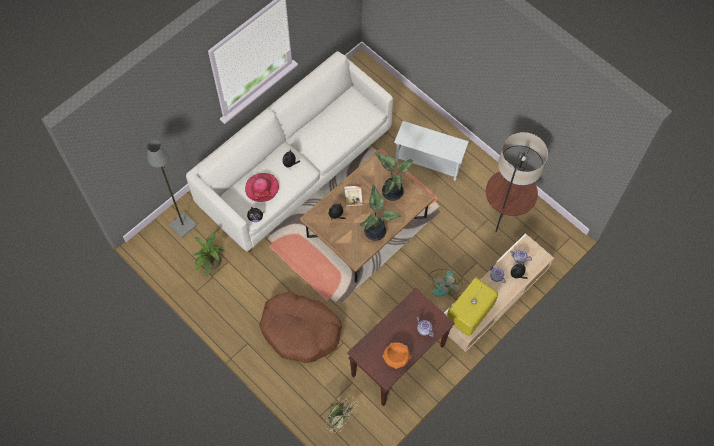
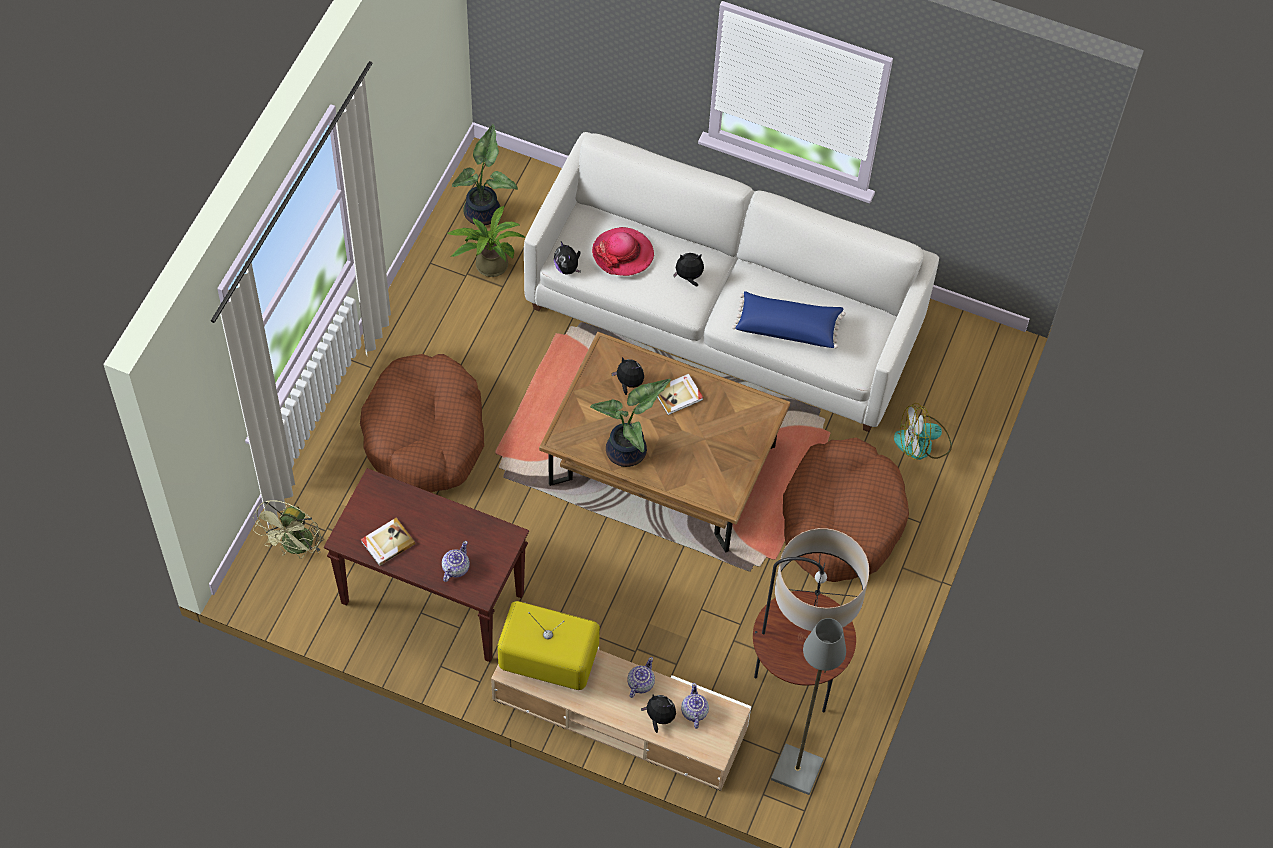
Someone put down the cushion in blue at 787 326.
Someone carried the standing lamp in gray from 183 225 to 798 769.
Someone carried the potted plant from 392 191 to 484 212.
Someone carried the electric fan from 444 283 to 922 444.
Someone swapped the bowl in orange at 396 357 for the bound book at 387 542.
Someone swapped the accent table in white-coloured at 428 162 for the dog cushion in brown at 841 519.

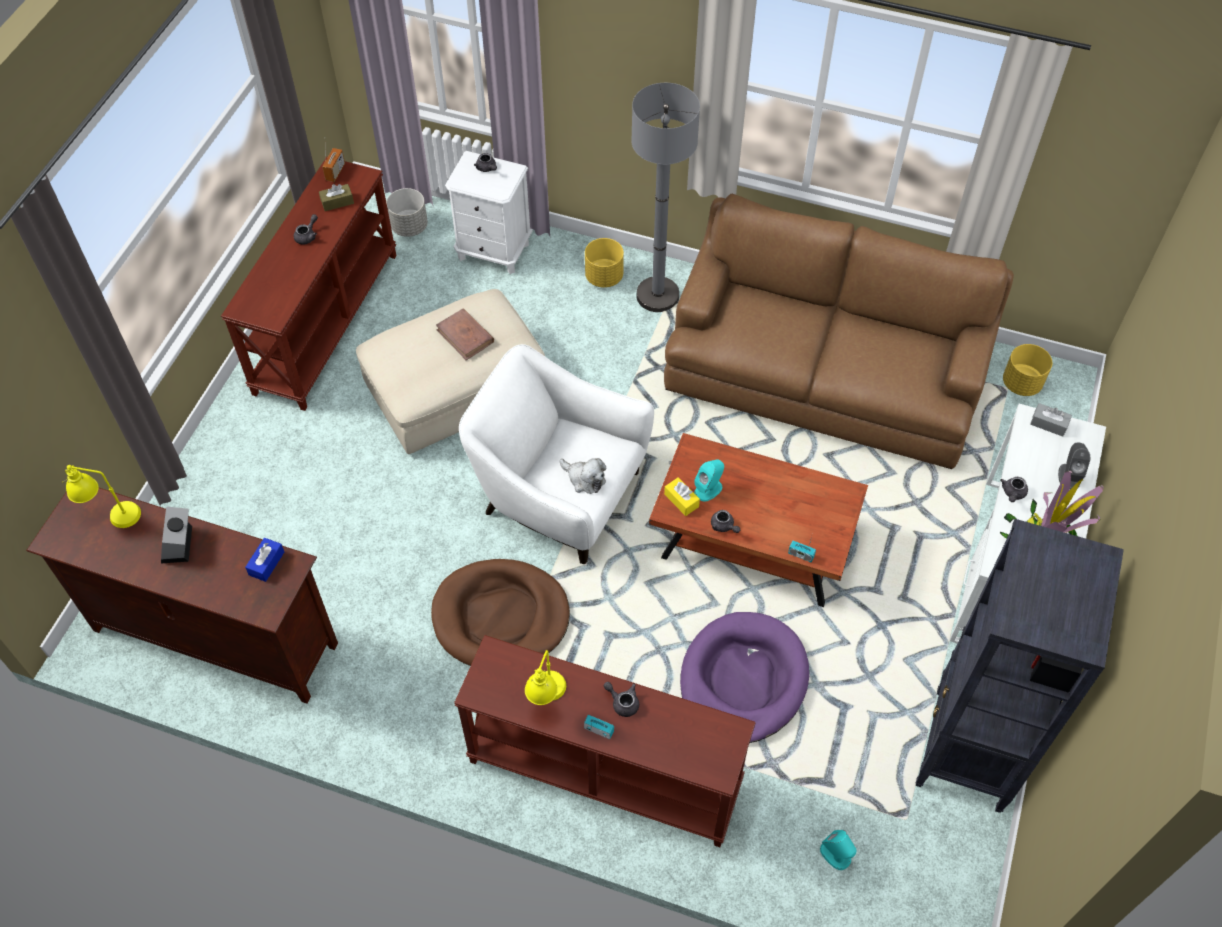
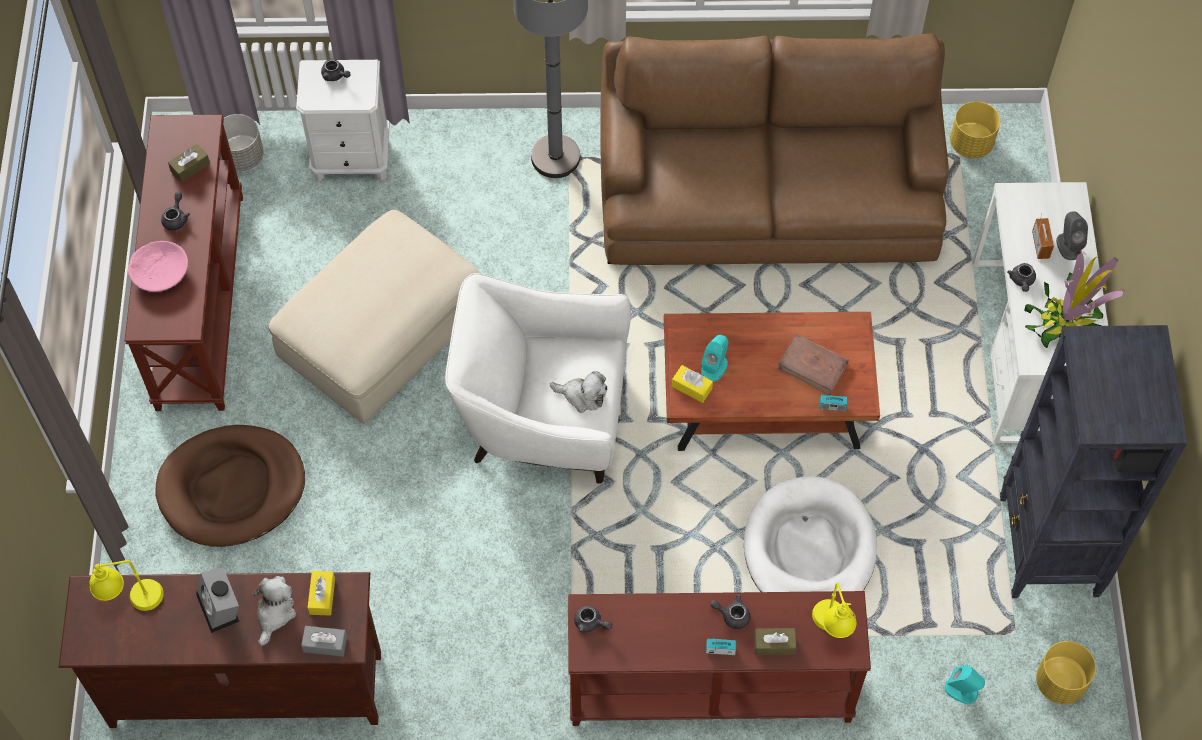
Someone put down the bowl in pink-coloured at 161 274.
Someone put down the cuddly toy at 274 613.
Someone put down the tissue holder in brown at 774 644.
Someone carried the radio set from 335 172 to 1040 245.
Someone carried the dog cushion in brown from 500 617 to 232 488.
Someone carried the bound book in brown from 465 336 to 813 366.
Someone carried the tabletop lamp in yellow-coloured from 547 699 to 832 628.
Someone carried the planter in yellow-coloured from 603 277 to 1059 682.
Someone carried the tea pot in gray from 724 526 to 591 623.
Someone carried the tissue holder in gray from 1048 424 to 325 644.
Someone repainted the tissue holder in blue at 266 563, which became the tissue holder in yellow-coloured at 322 596.
Someone repainted the dog cushion in purple-coloured at 743 680, which became the dog cushion in white-coloured at 809 550.

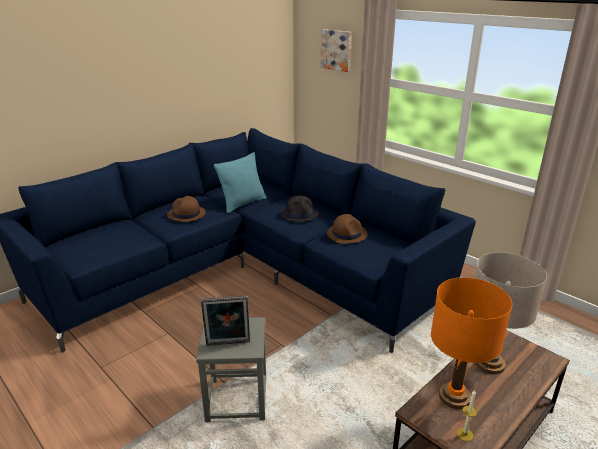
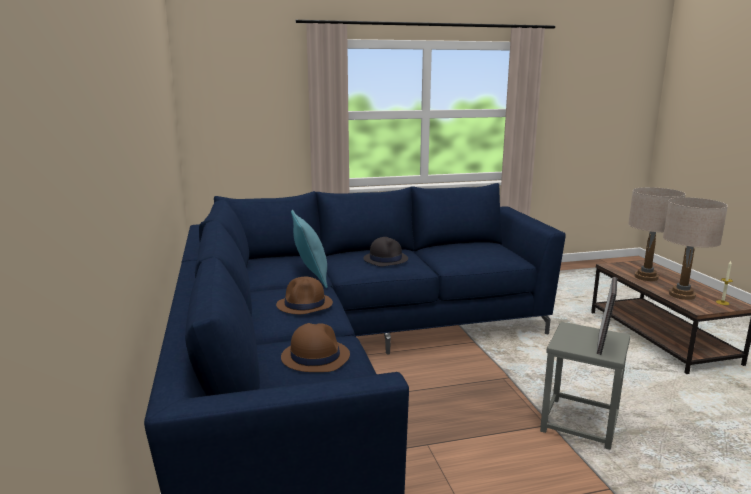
Someone took away the wall picture at 337 50.
Someone carried the hat in brown from 347 234 to 315 356.
Someone repainted the tabletop lamp in orange at 454 397, which became the tabletop lamp in beige at 682 295.

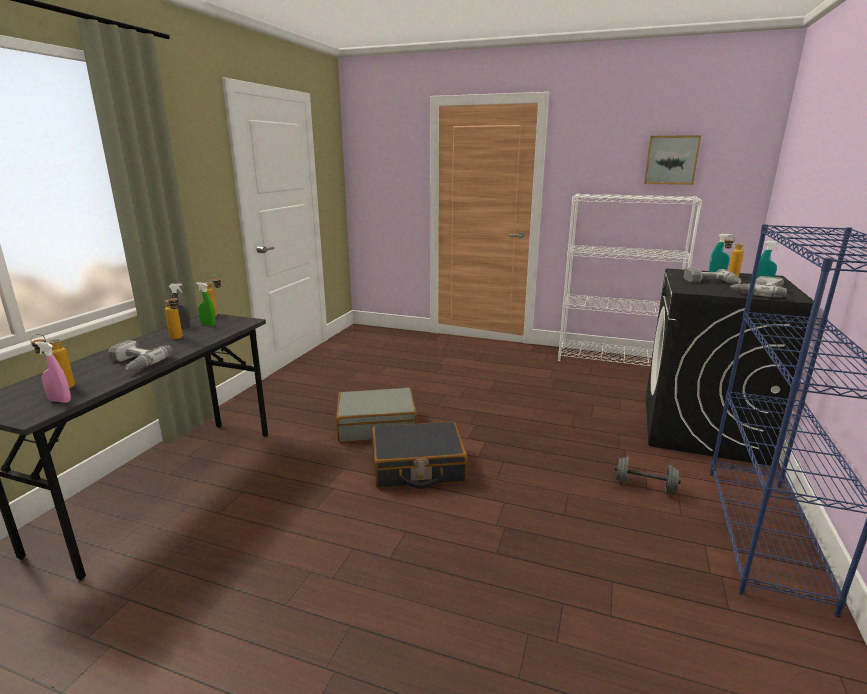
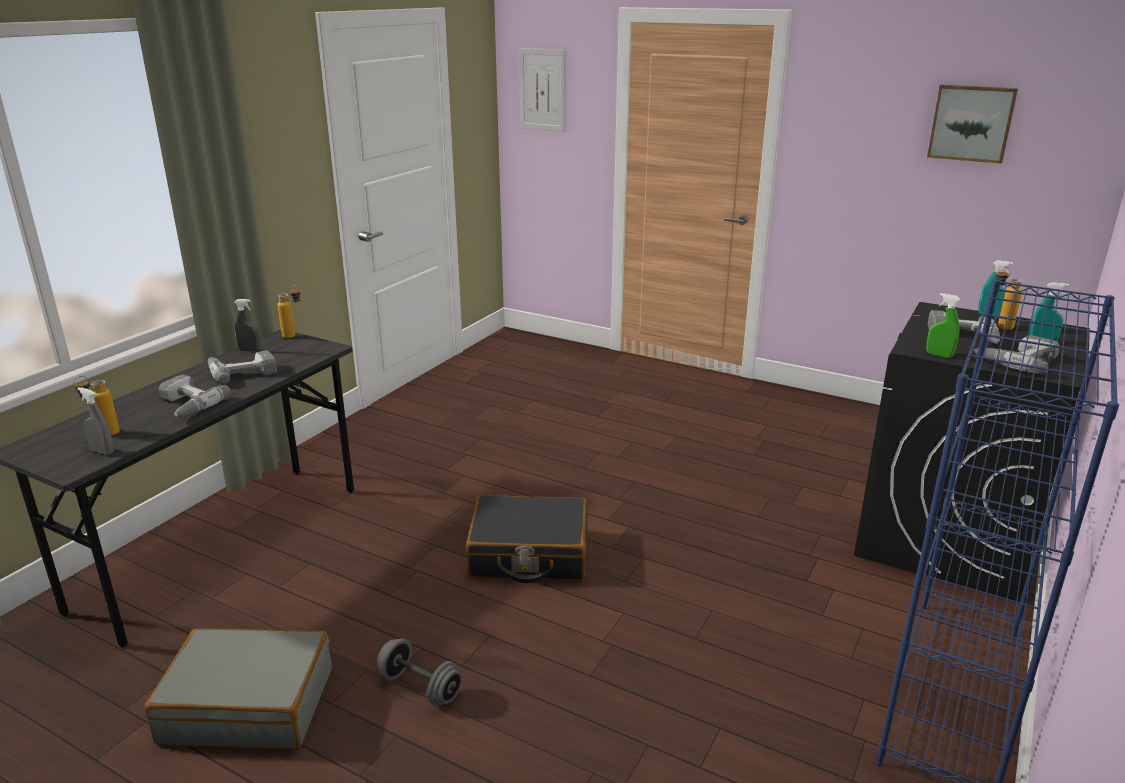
Someone took away the shelving unit in white-coloured at 614 360.
Someone put up the wall picture at 542 90.
Someone carried the hand sprayer in green-coloured from 208 325 to 939 355.
Someone carried the suitcase in gray from 377 425 to 249 705.
Someone carried the hand weight in gray from 644 486 to 420 687.
Someone swapped the drink bottle at 178 339 for the power drill at 241 371.
Someone repainted the hand sprayer in pink-coloured at 60 400, which became the hand sprayer in gray at 102 451.

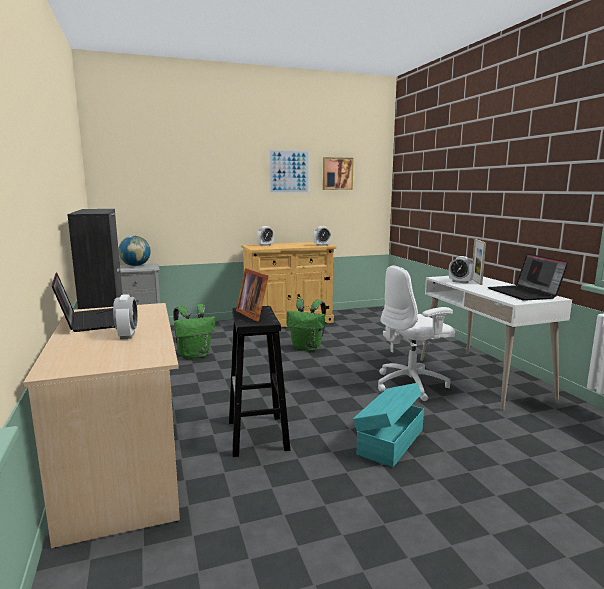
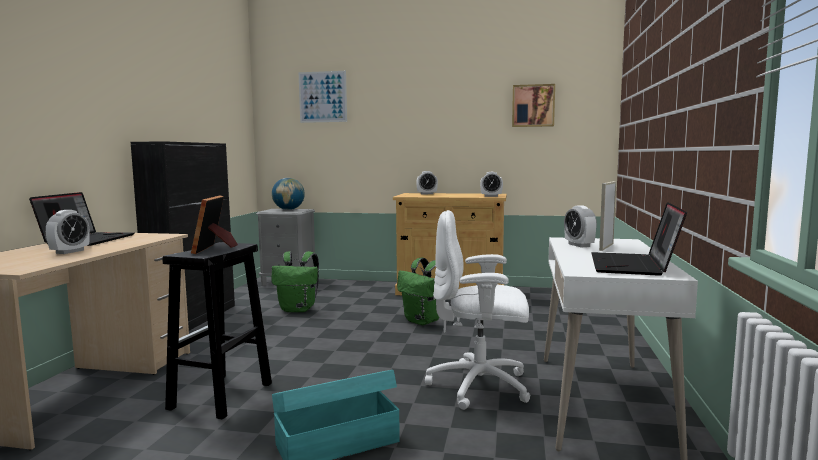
Someone carried the wall picture from 289 171 to 322 97.

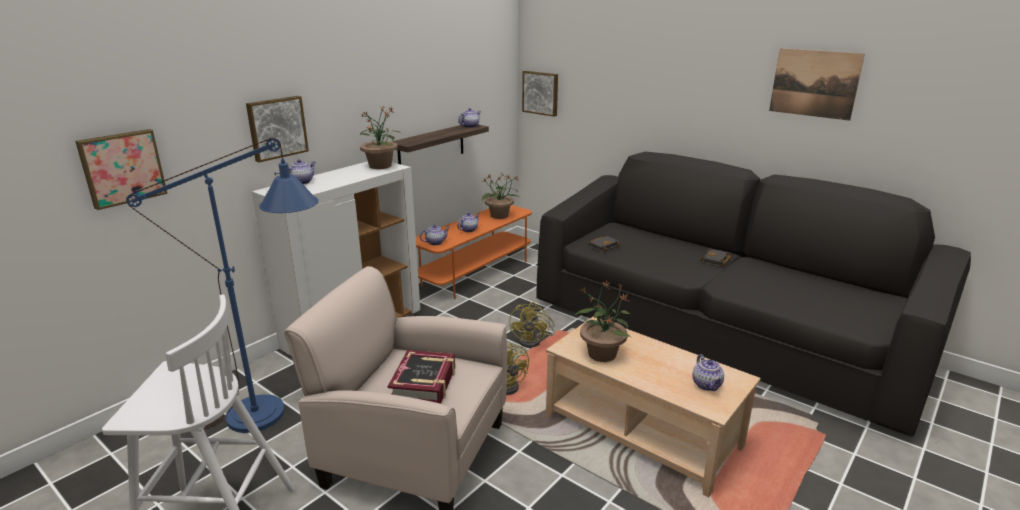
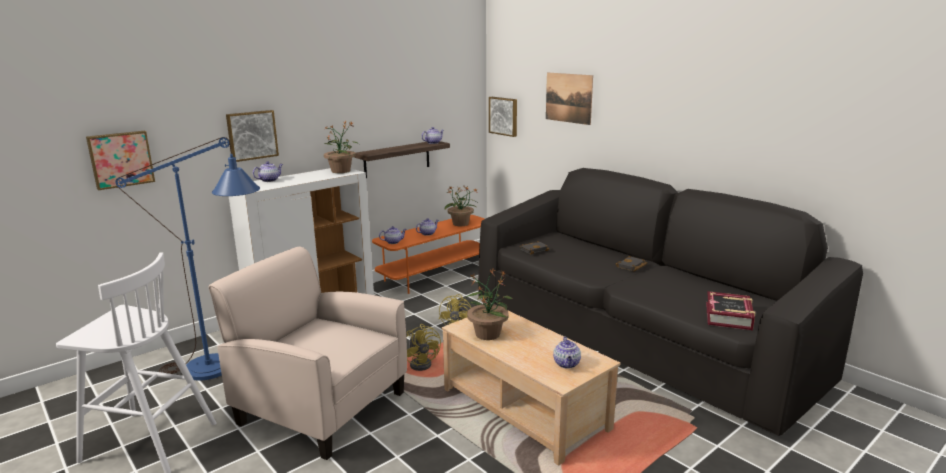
Someone carried the bound book from 424 384 to 729 316.
Someone carried the wall picture from 814 83 to 568 98.

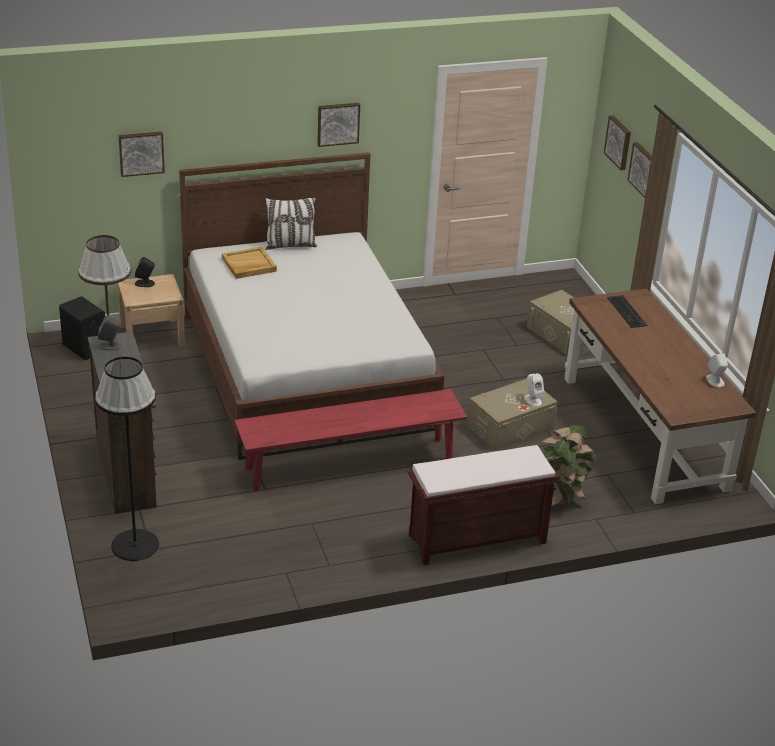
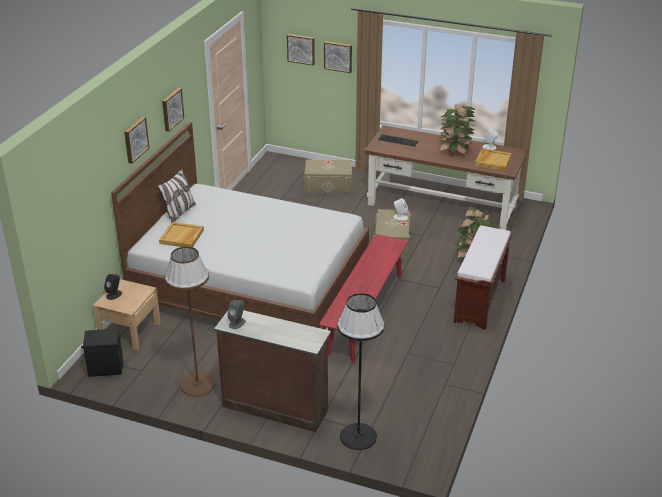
Someone put down the potted plant at 455 154.
Someone put down the tray in beige at 492 161.
Someone carried the wall picture from 141 153 to 135 139.

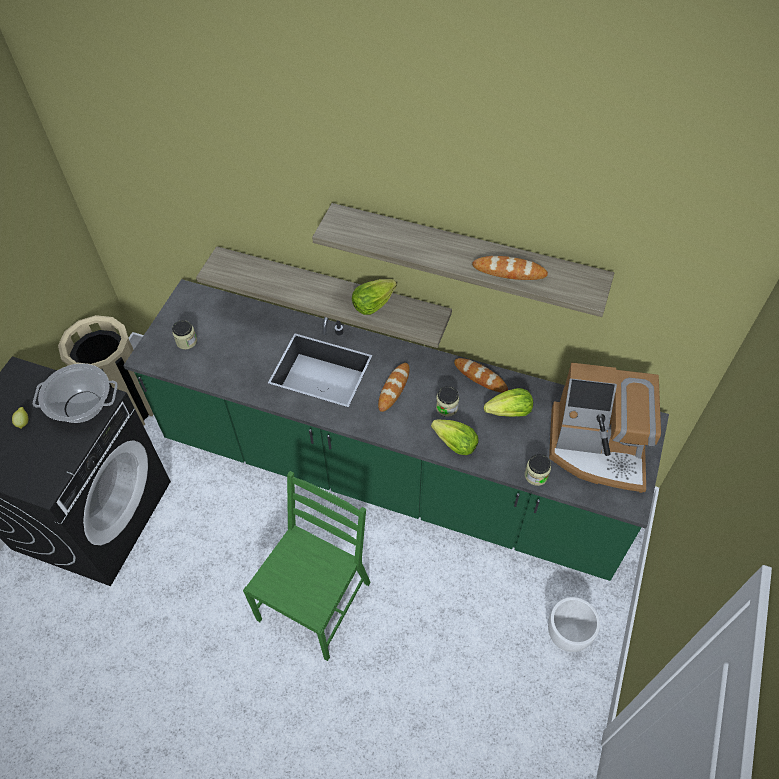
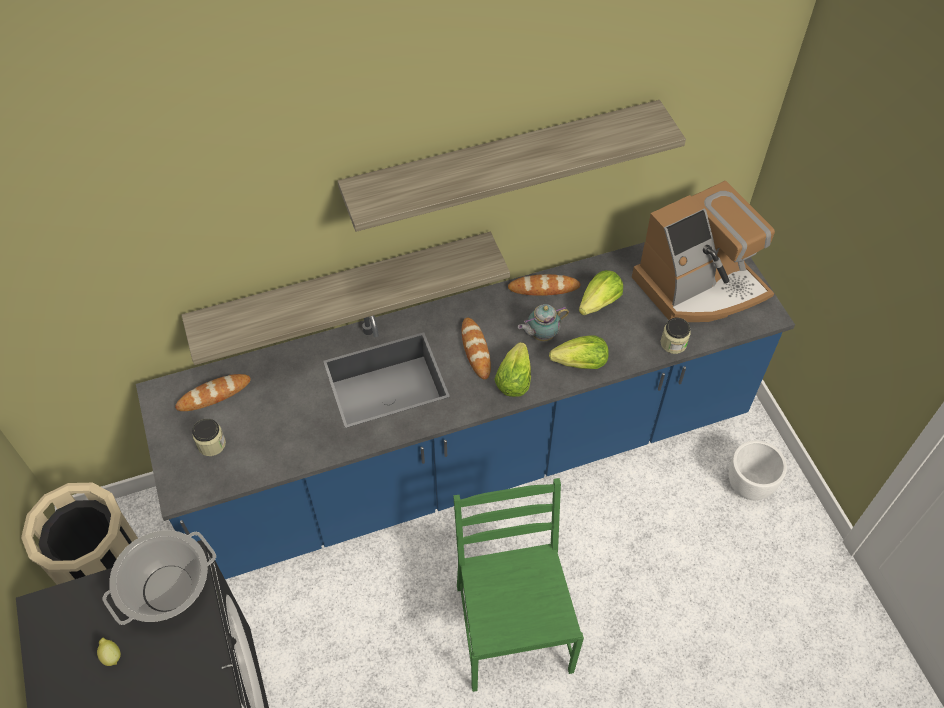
Someone carried the lettuce from 372 304 to 513 380.
Someone carried the bread from 509 271 to 214 394.
Someone swapped the preserve jar at 446 407 for the tea pot at 541 335.
Someone repainted the kitchen base unit in green-coloured at 390 473, which became the kitchen base unit in blue at 472 456.

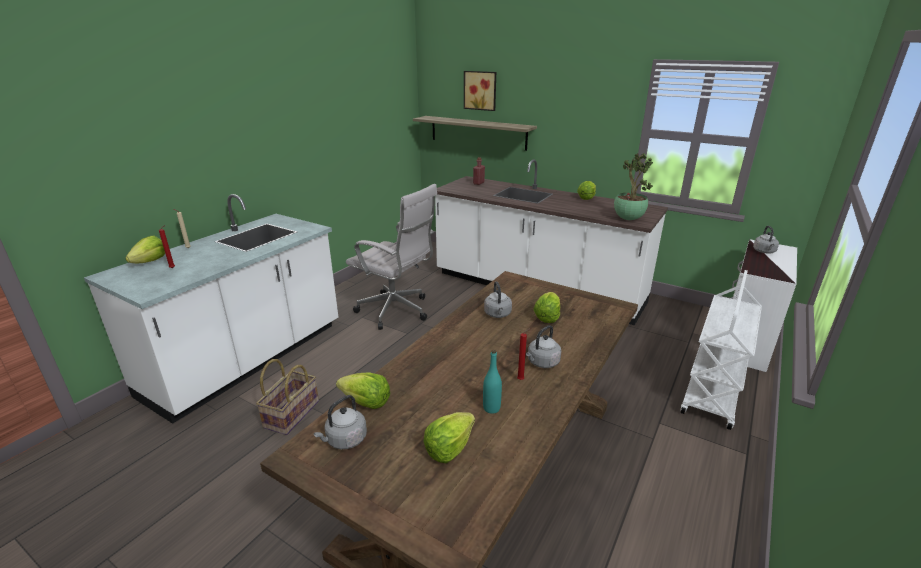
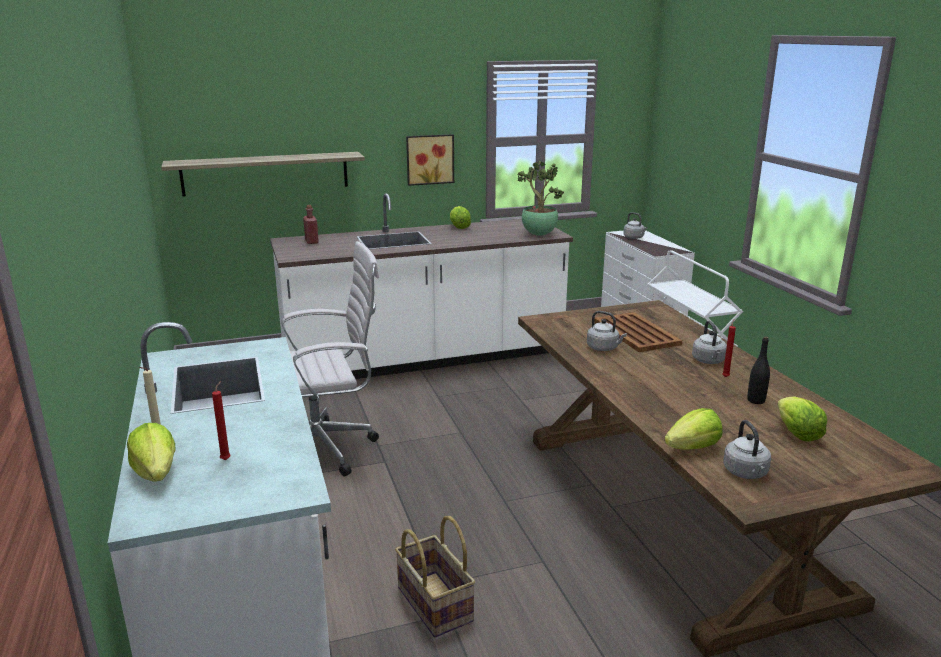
Someone carried the wall picture from 480 90 to 429 159.
Someone swapped the lettuce at 547 317 for the tray in brown at 636 333.
Someone repainted the drink bottle in blue-green at 491 408, which became the drink bottle in black-coloured at 756 400.

